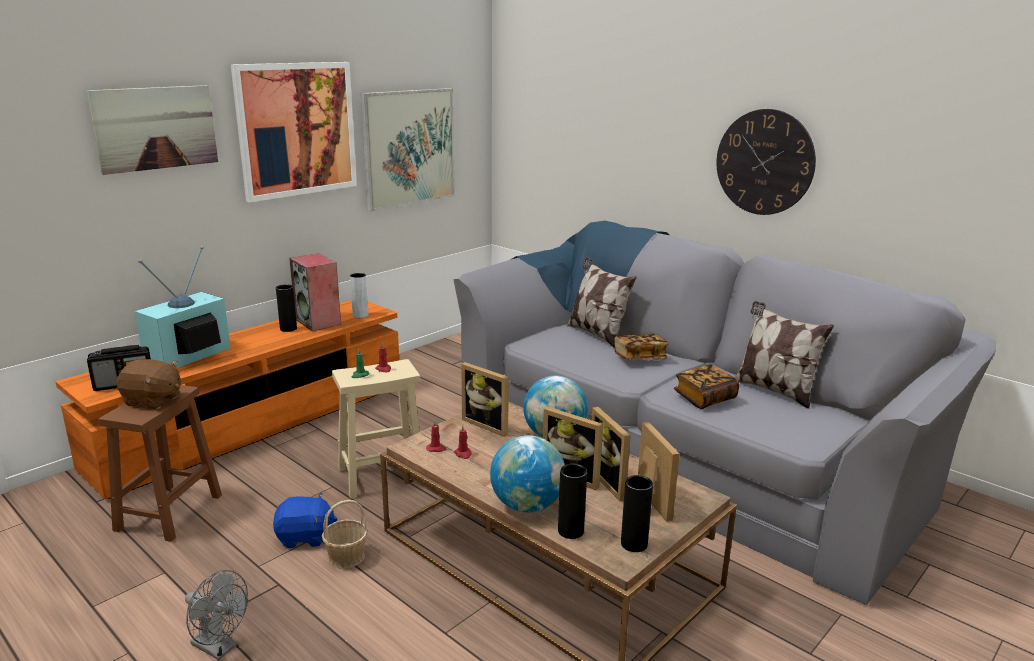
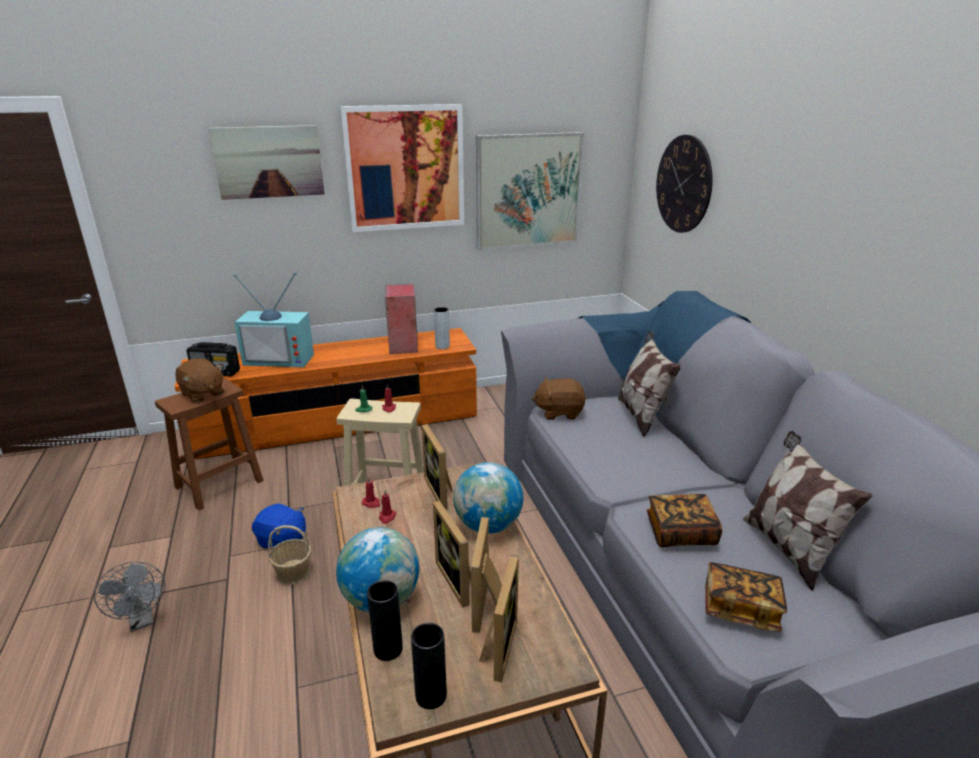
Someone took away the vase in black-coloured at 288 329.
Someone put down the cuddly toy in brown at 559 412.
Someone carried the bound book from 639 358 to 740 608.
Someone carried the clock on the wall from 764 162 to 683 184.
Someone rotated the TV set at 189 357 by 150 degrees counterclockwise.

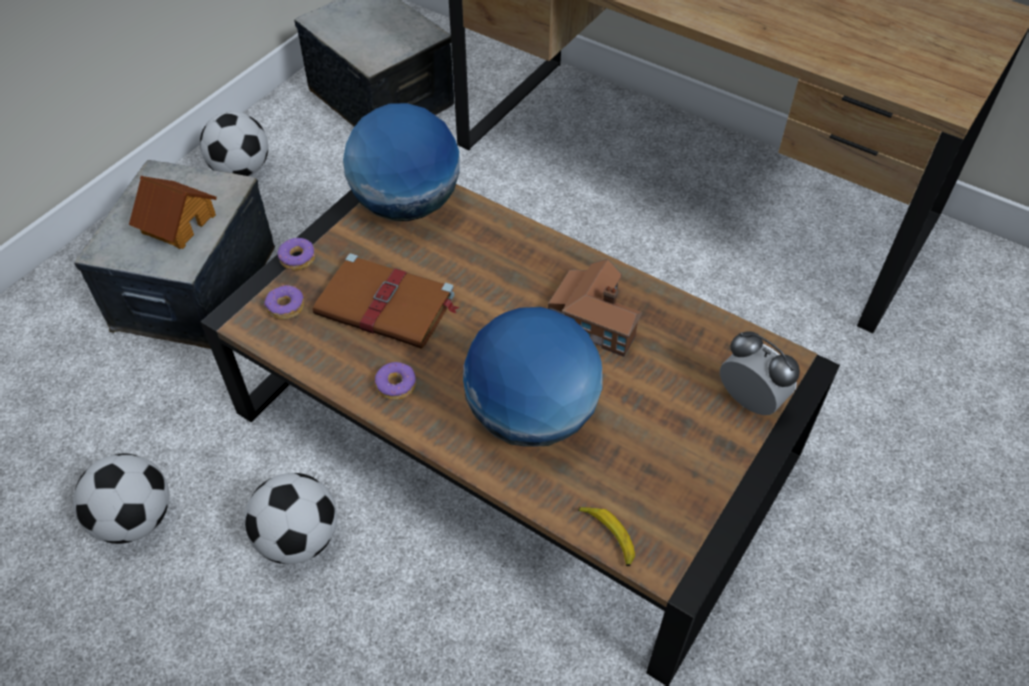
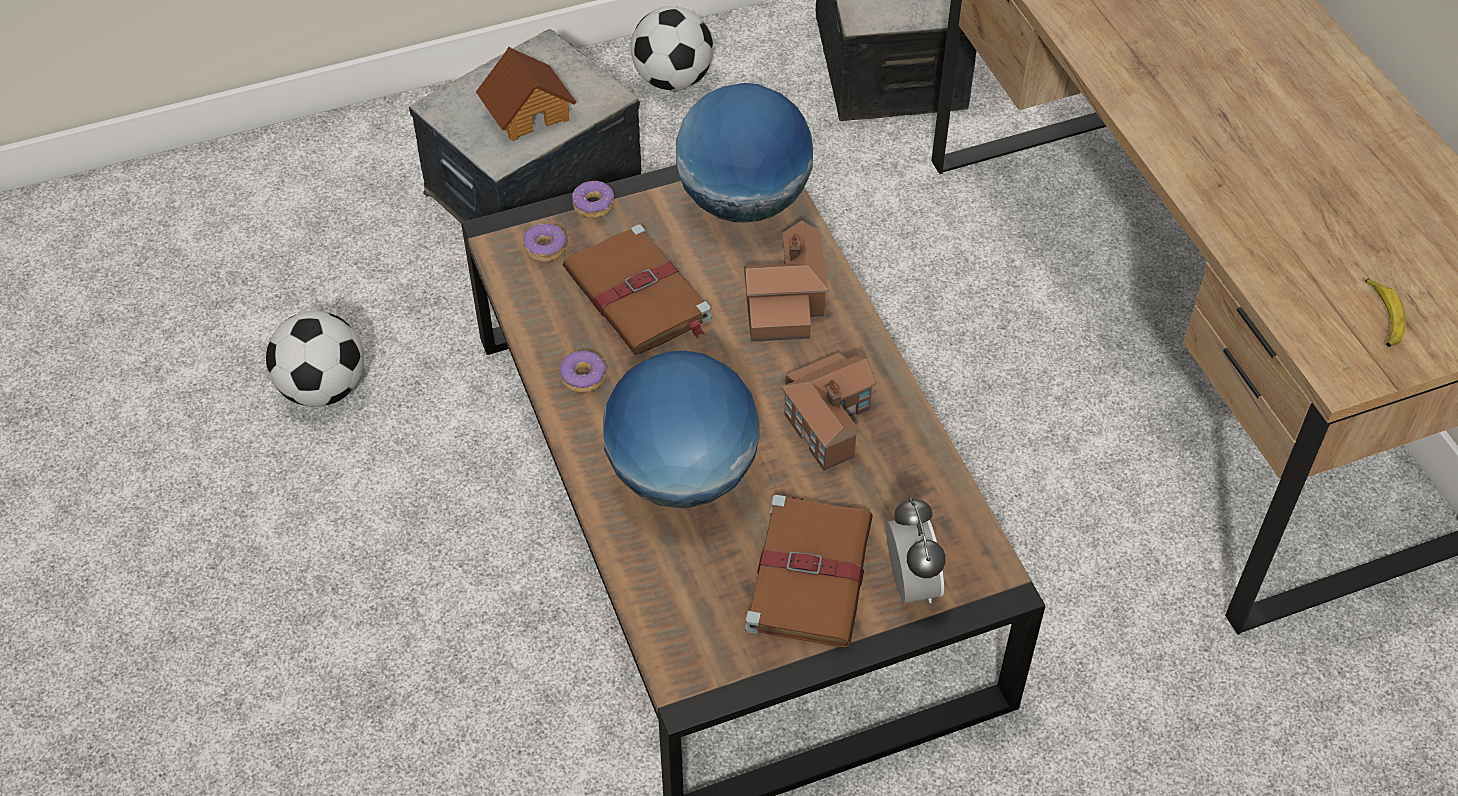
Someone took away the ball for football at 298 538.
Someone put down the toy house at 786 300.
Someone put down the bound book in brown at 809 572.
Someone carried the banana fruit from 608 537 to 1383 318.

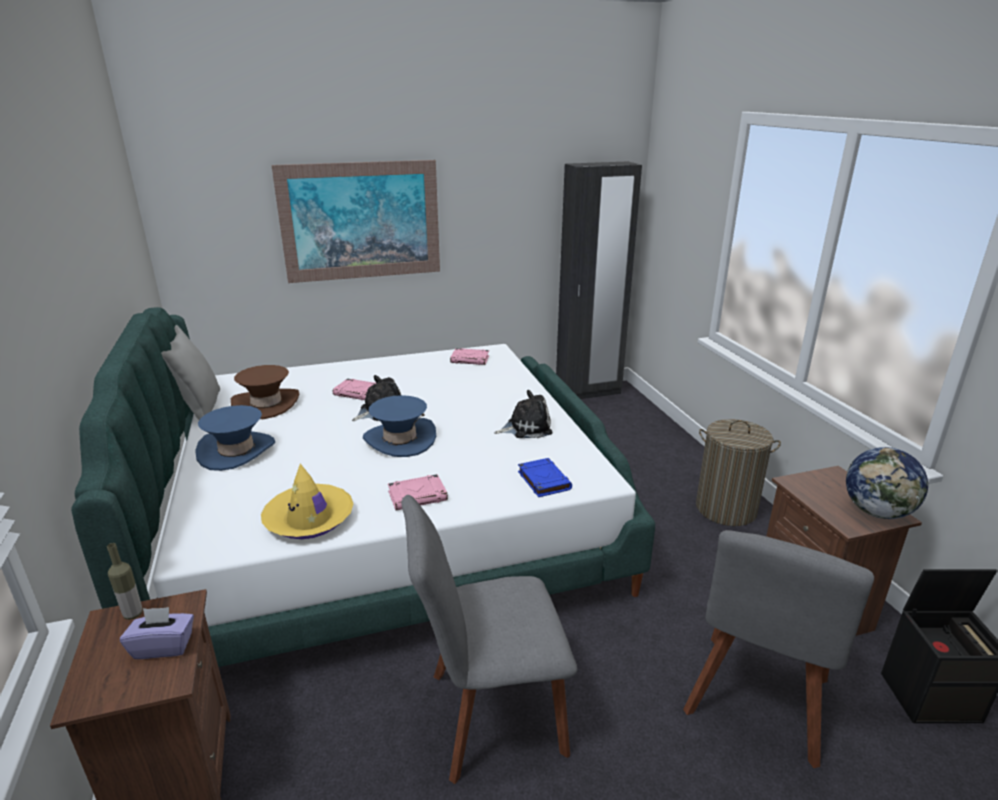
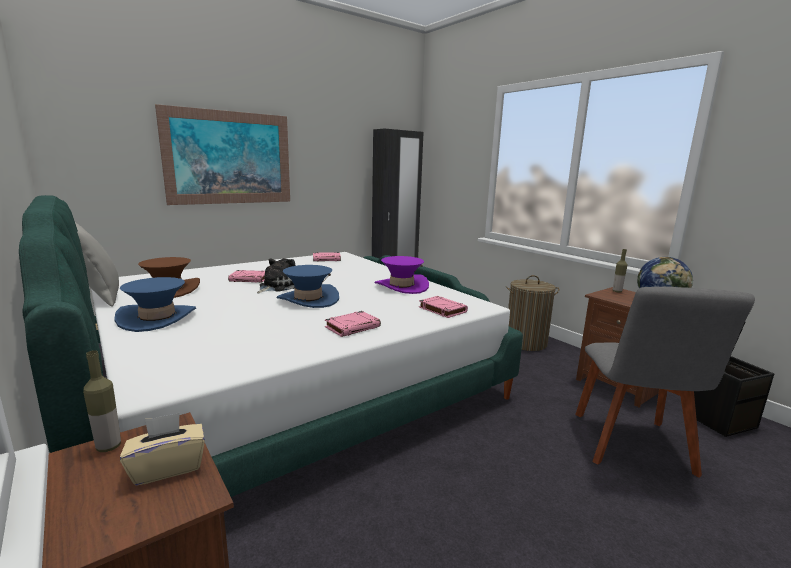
Someone took away the hat in yellow-coloured at 309 519.
Someone took away the chair in gray at 489 715.
Someone put down the drink bottle at 617 291.
Someone swapped the cuddly toy at 526 428 for the hat in purple-coloured at 401 286.
Someone repainted the tissue holder in purple-coloured at 163 646, which became the tissue holder in beige at 168 467.
Someone repainted the bound book in blue at 543 480, which became the bound book in pink-coloured at 442 309.

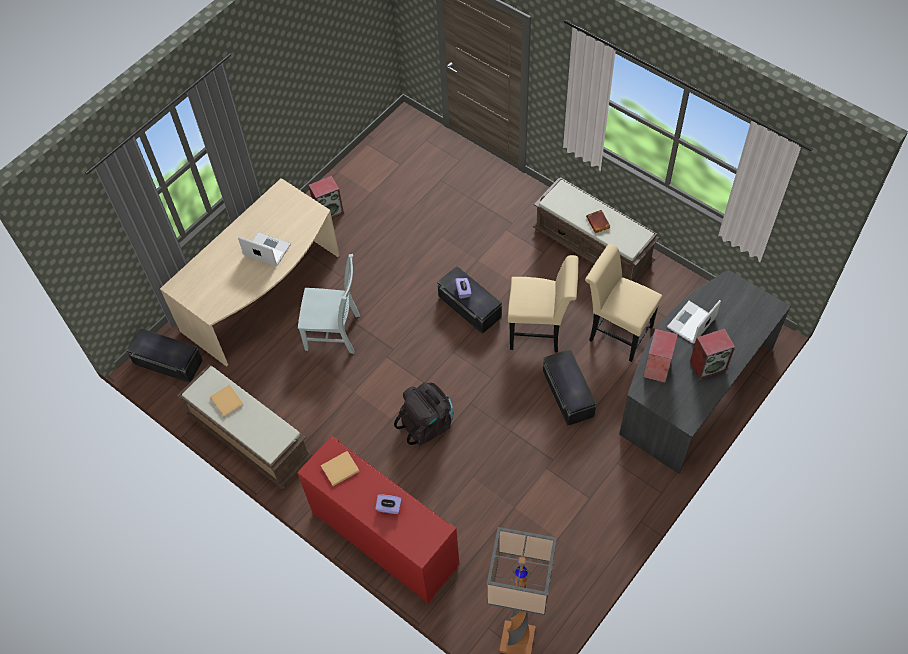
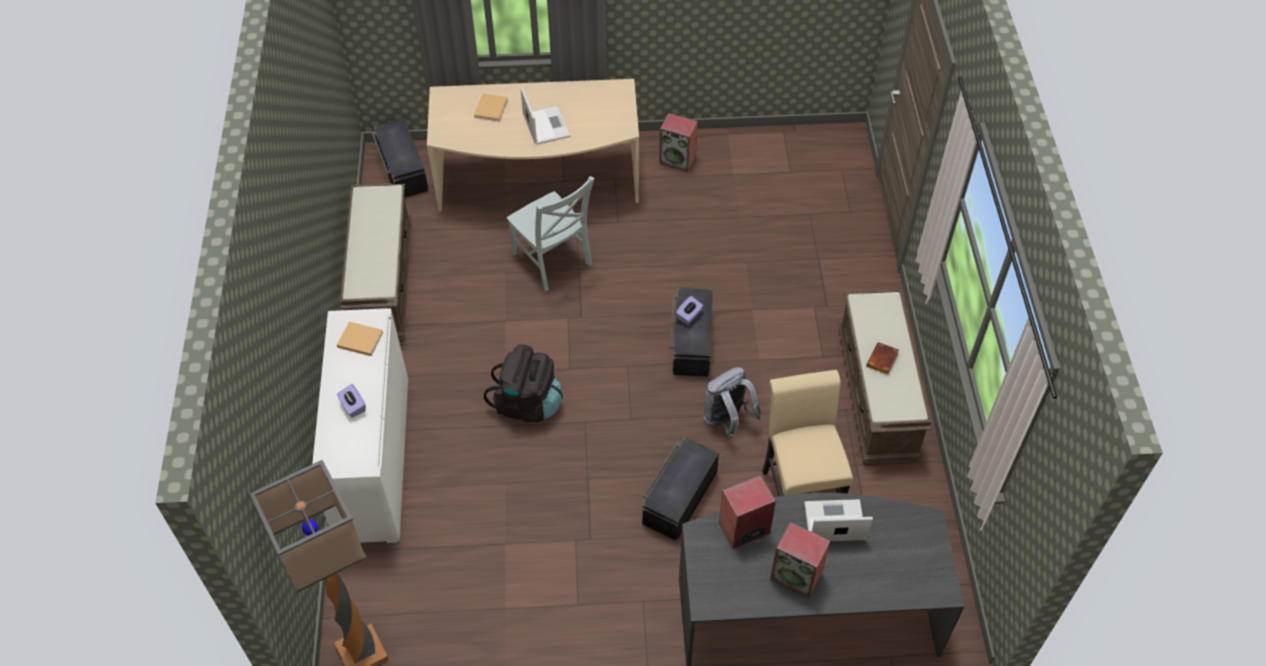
Someone carried the bound book in beige from 226 401 to 491 108.
Someone swapped the chair in beige at 540 331 for the backpack in gray at 727 421.
Someone repainted the storage cabinet in reddish at 384 538, which became the storage cabinet in white-coloured at 374 459.

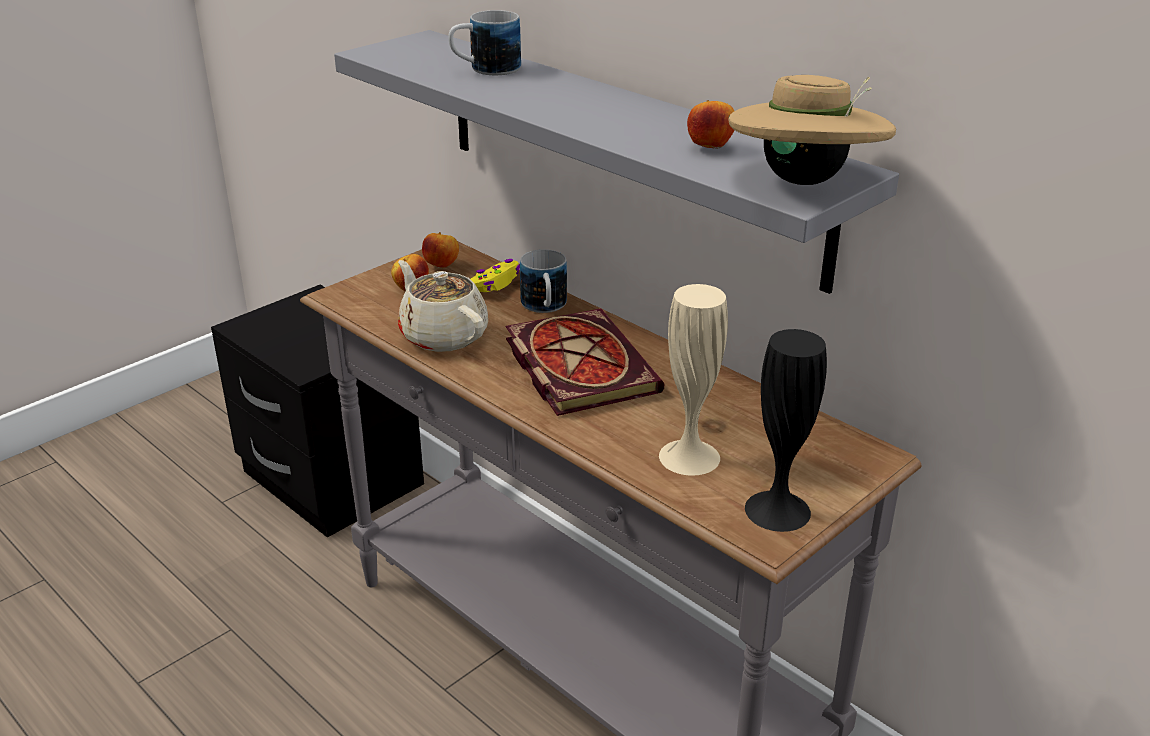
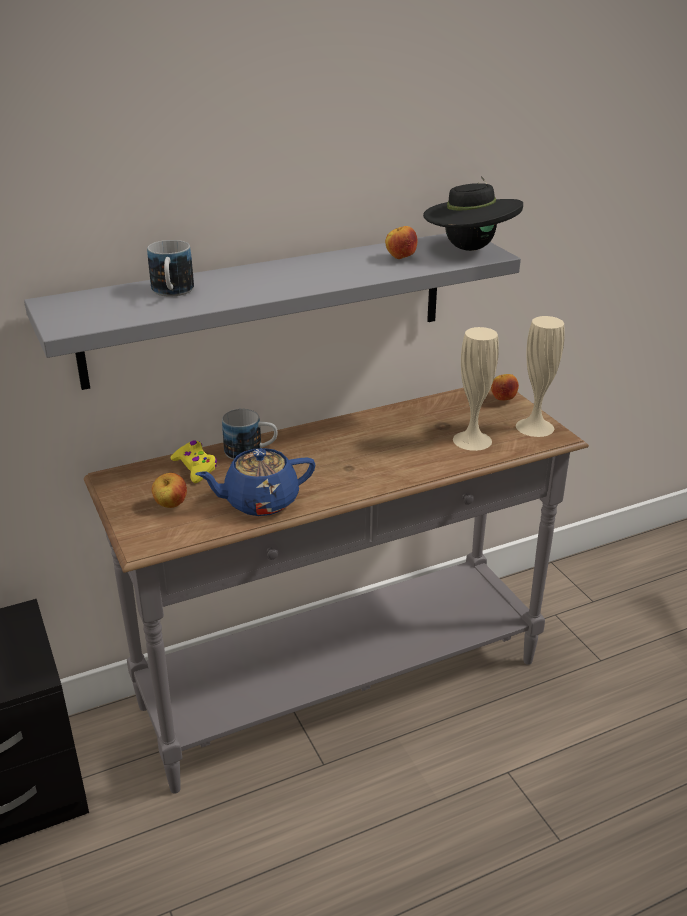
Someone took away the bound book at 576 365.
Someone carried the whole apple from 442 266 to 503 399.
Someone repainted the tea pot in beige at 443 335, which became the tea pot in blue at 259 502.
Someone repainted the hat in beige at 805 181, which became the hat in black-coloured at 469 248.
Someone repainted the vase in black-coloured at 777 510, which became the vase in beige at 534 427.

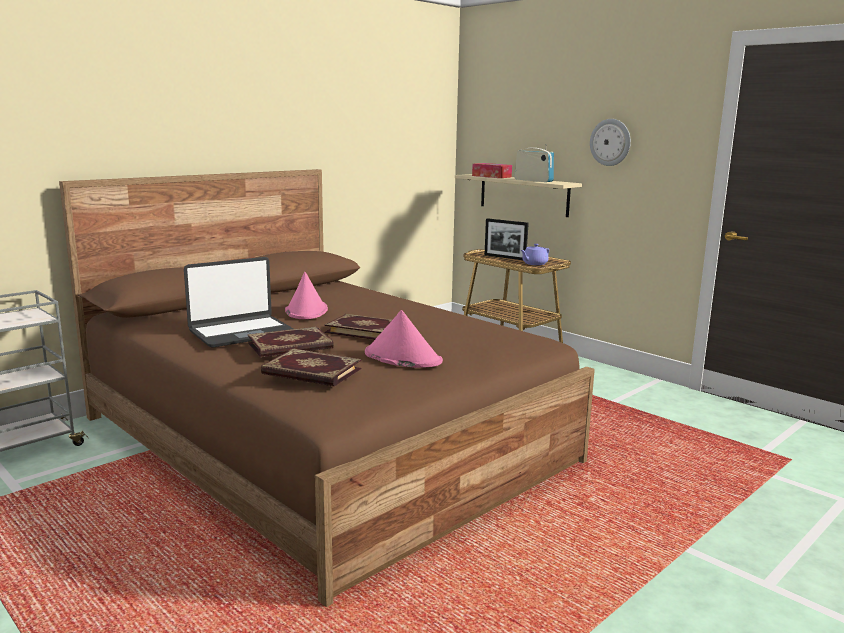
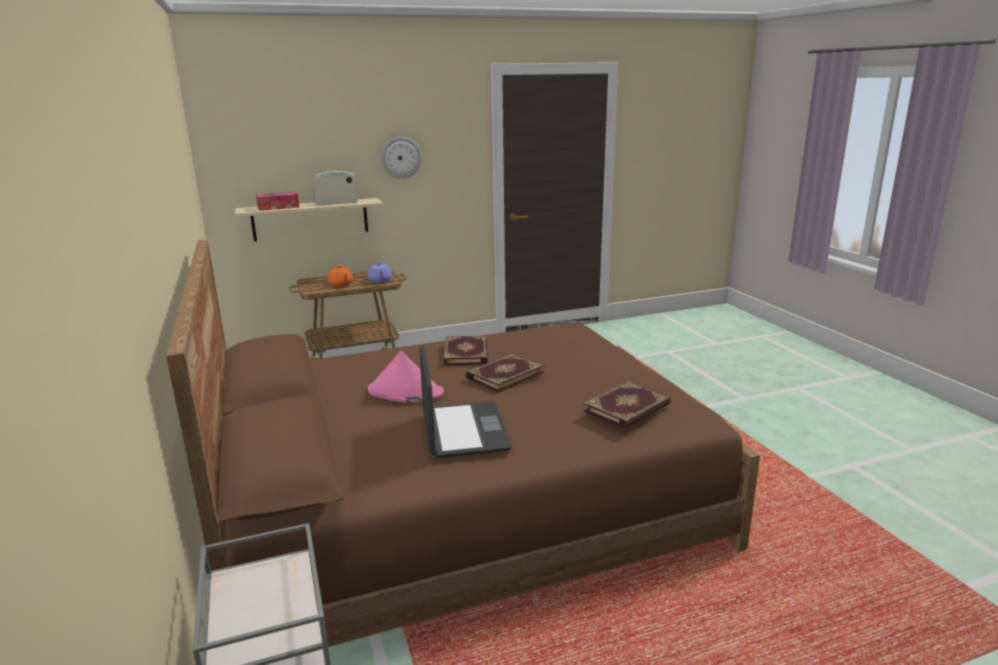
Someone took away the hat in pink-coloured at 402 357.
Someone carried the bound book from 290 346 to 467 353.
Someone swapped the picture frame at 505 257 for the tea pot in orange at 341 284.

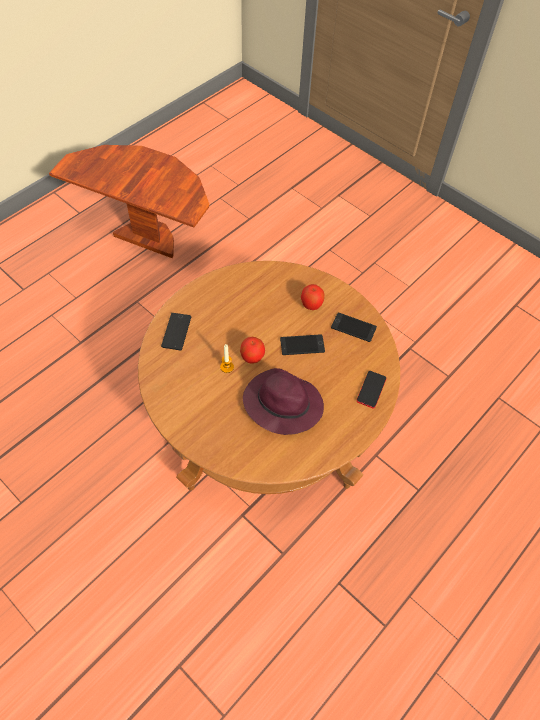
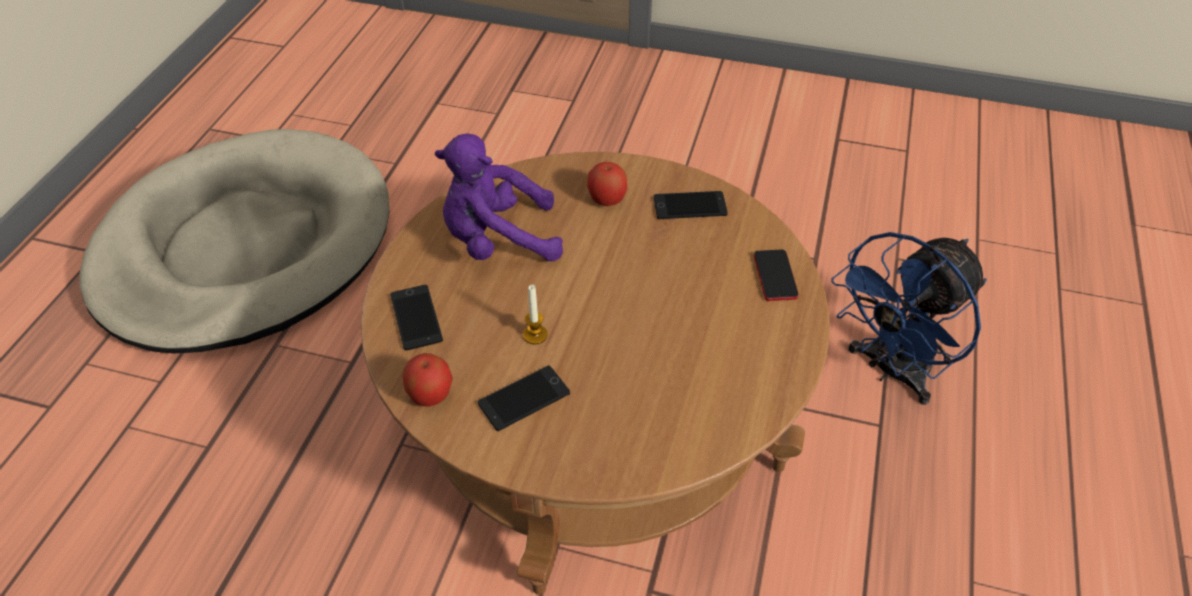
Someone took away the hat in purple-coloured at 281 404.
Someone put down the cuddly toy in purple-coloured at 497 241.
Someone put down the electric fan in blue at 891 371.
Someone carried the whole apple from 252 357 to 430 394.
Someone carried the telephone from 302 345 to 524 398.
Someone swapped the accent table in brown at 148 239 for the dog cushion in beige at 245 247.

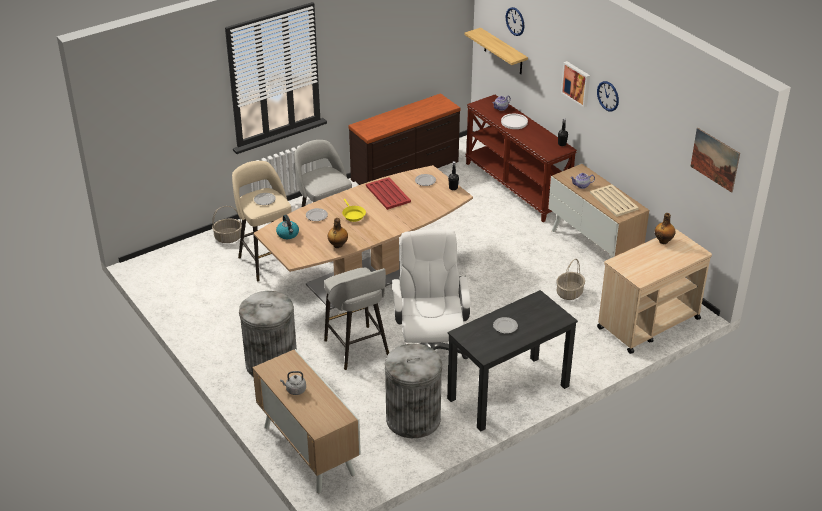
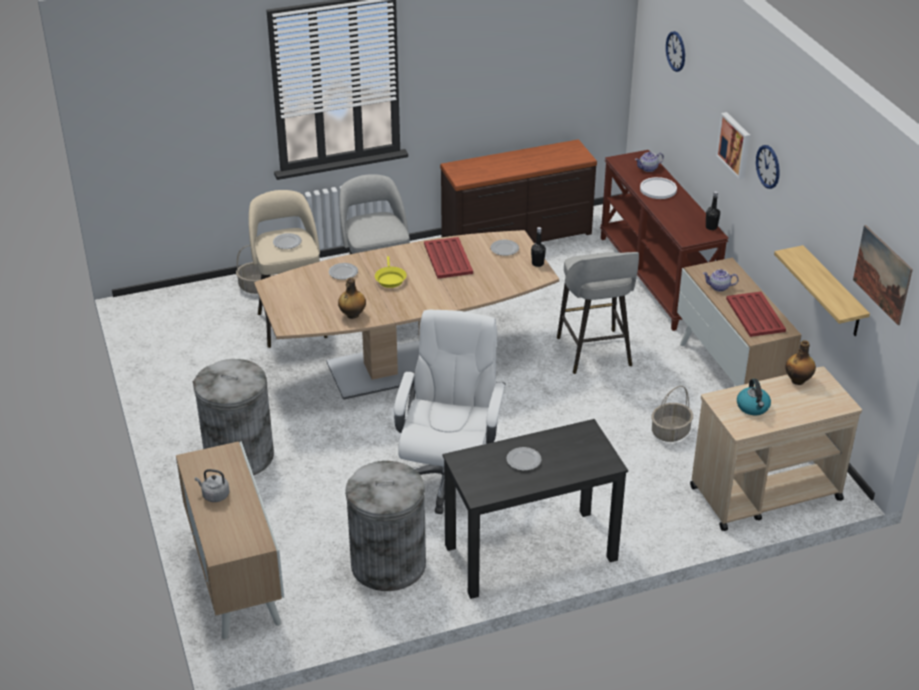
Someone carried the kettle from 288 234 to 753 407.
Someone carried the stool in gray from 357 349 to 594 353.
Someone carried the bracket shelf from 503 52 to 832 293.
Someone repainted the tray in beige at 614 201, which became the tray in reddish at 755 315.

